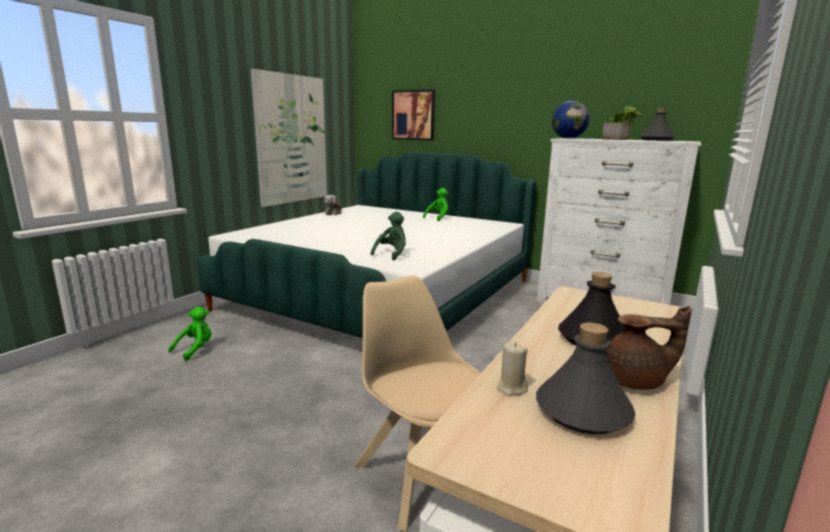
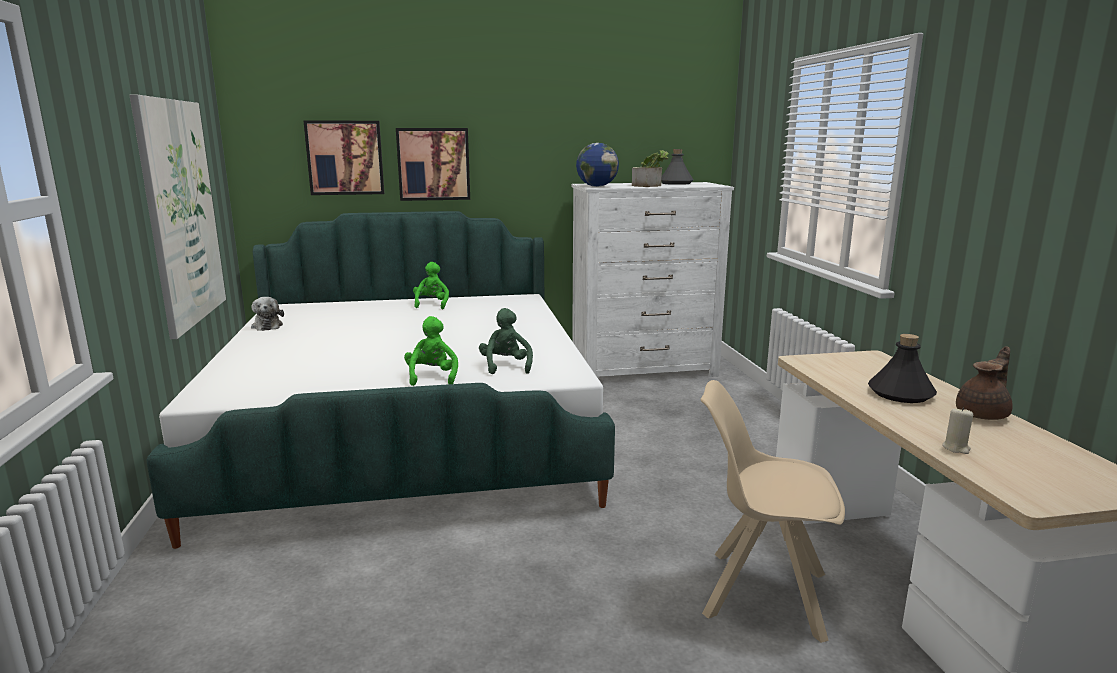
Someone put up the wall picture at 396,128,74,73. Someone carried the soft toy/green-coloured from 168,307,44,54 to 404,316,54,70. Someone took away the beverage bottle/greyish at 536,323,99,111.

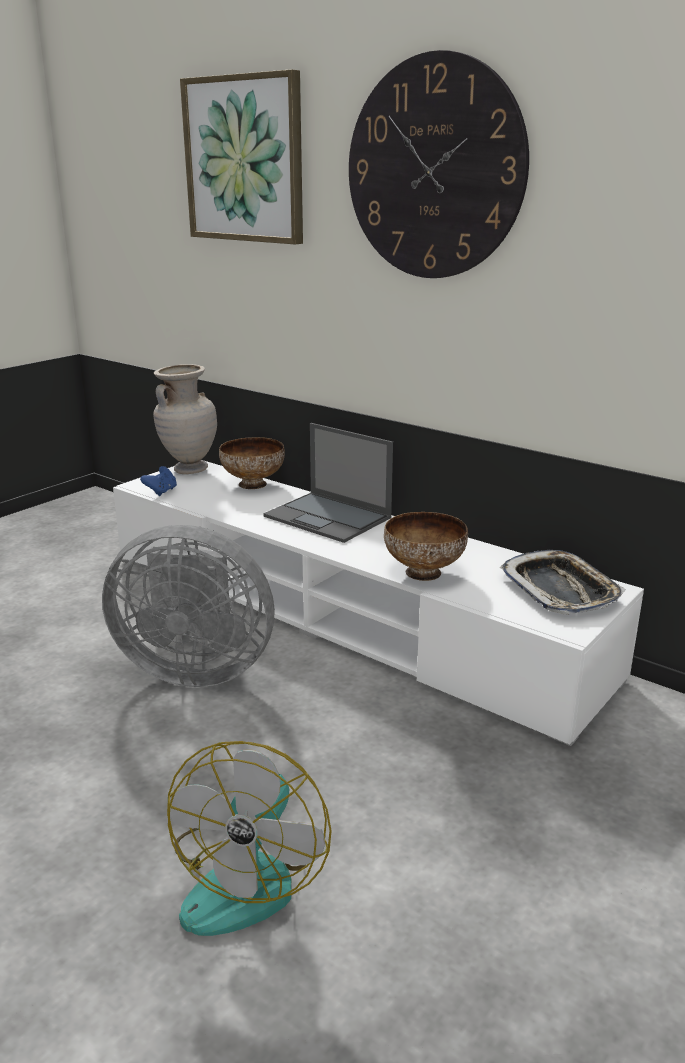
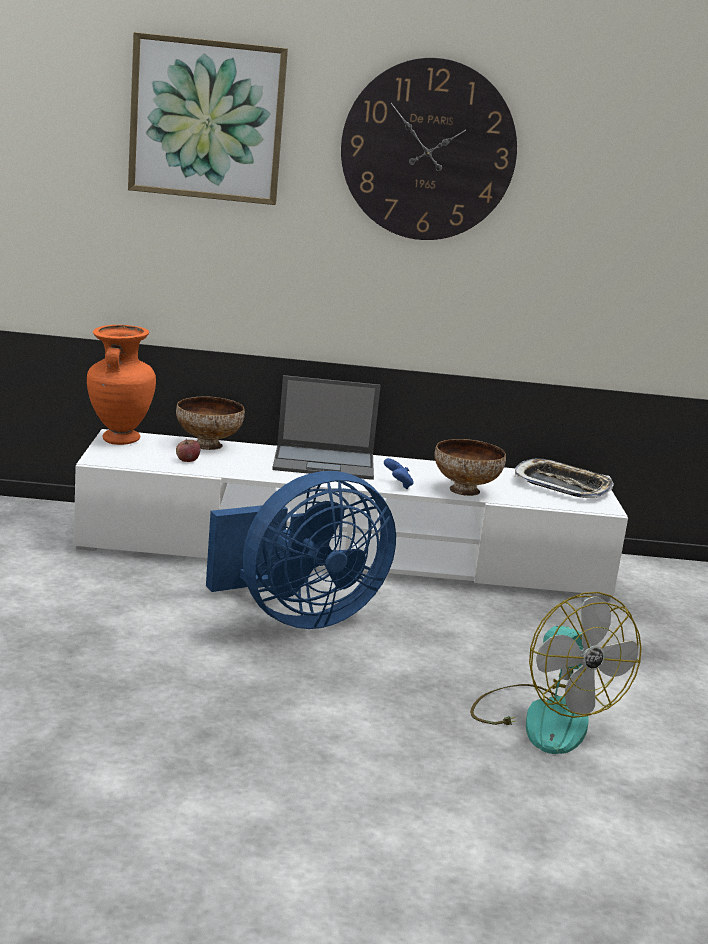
Someone repainted the flower vase/beige at 153,364,64,110, which became the flower vase/orange-coloured at 87,325,69,120. Someone put down the whole apple at 176,439,24,23. Someone repainted the cooling fan/greyish at 102,525,173,162, which became the cooling fan/blue-coloured at 206,471,190,158. Someone carried the game controller/blue-coloured from 140,466,37,30 to 384,458,30,31.

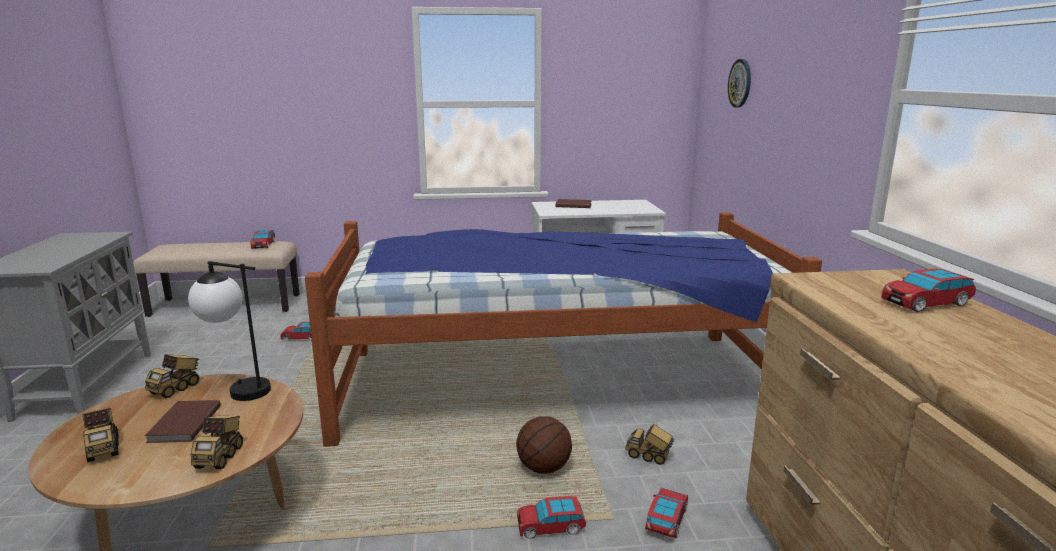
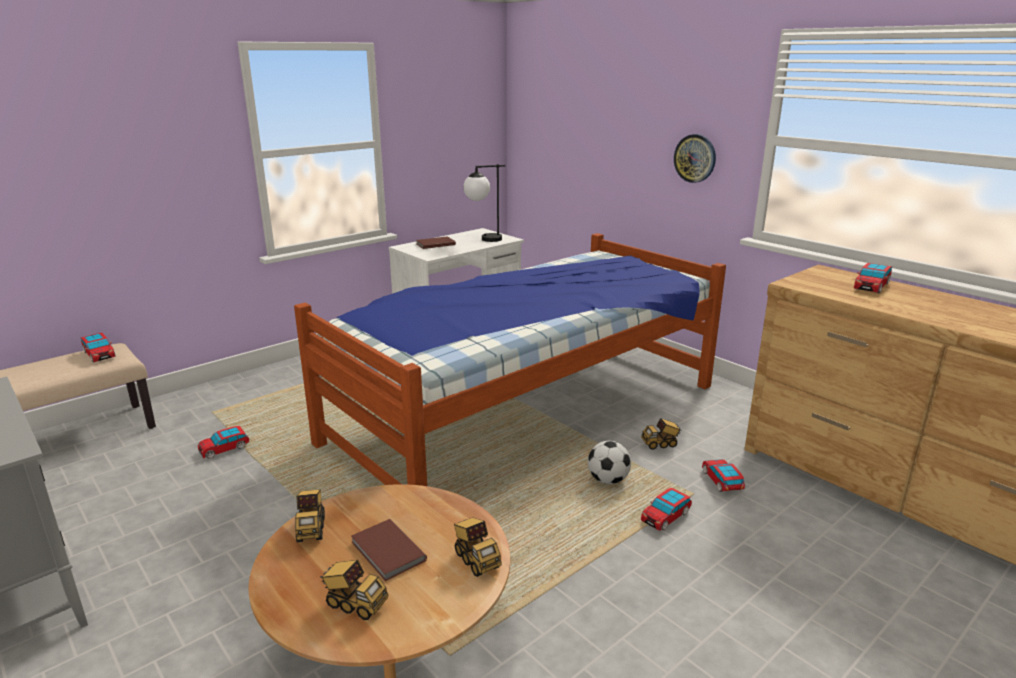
Someone carried the table lamp from 188,261,83,140 to 463,164,42,78. Someone swapped the basketball ball at 516,416,56,58 for the football at 588,441,43,43. Someone carried the wall clock from 728,59,23,49 to 674,134,42,49.

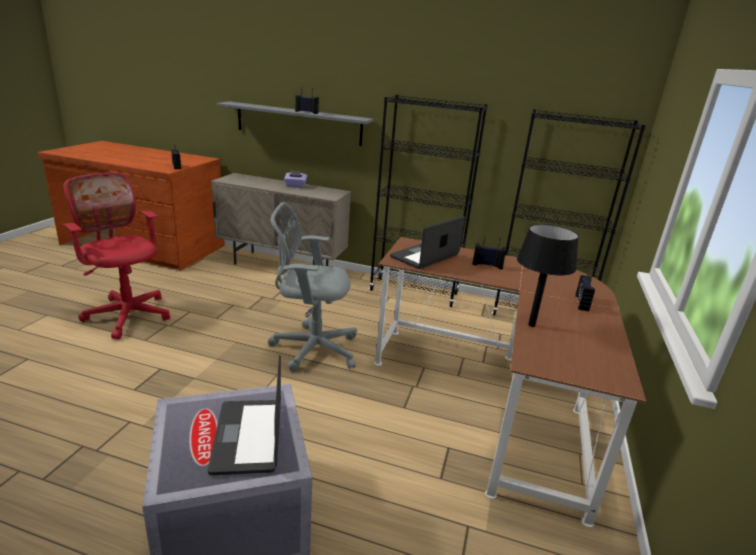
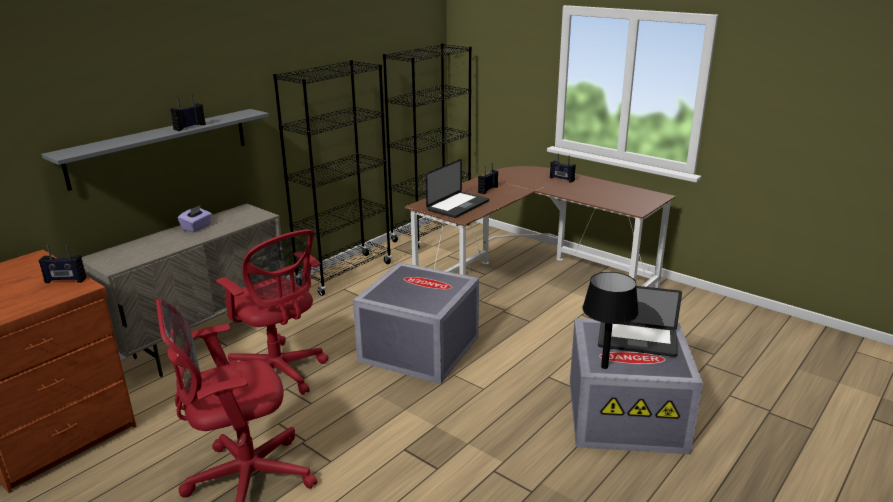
Someone put down the computer chair/red-coloured at 216,229,112,166. Someone swapped the computer chair/greyish at 268,202,89,169 for the storage bin/greyish at 353,262,126,122. Someone rotated the laptop at 390,216,75,53 by 120 degrees counterclockwise. Someone carried the table lamp/blackish from 517,224,62,103 to 583,272,56,97.

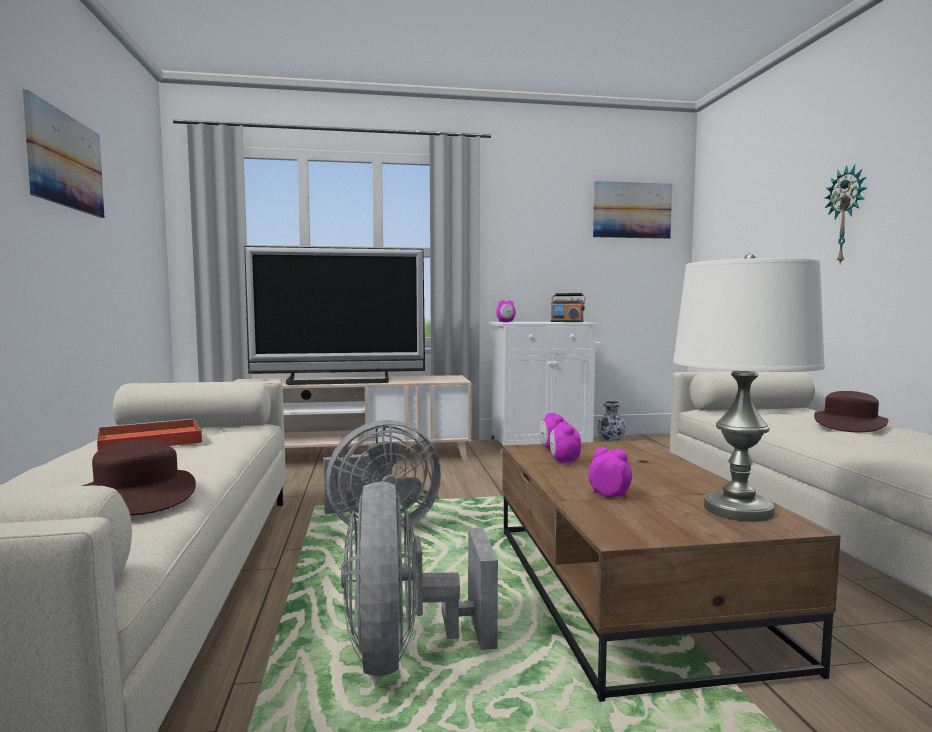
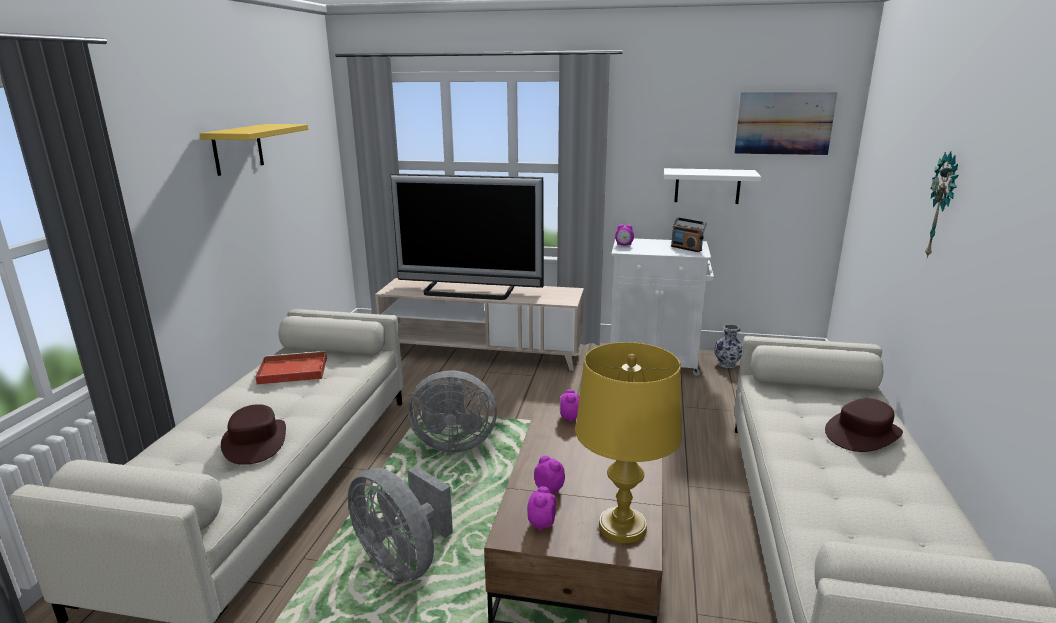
Someone swapped the wall picture at 23,89,81,129 for the shelf/yellow-coloured at 200,124,108,52. Someone rotated the cooling fan/greyish at 341,482,157,194 by 60 degrees counterclockwise. Someone carried the alarm clock from 550,422,31,42 to 527,486,29,45. Someone repainted the table lamp/whitish at 673,253,152,269, which became the table lamp/yellow-coloured at 575,342,107,201. Someone put up the shelf/whitish at 664,168,97,36.

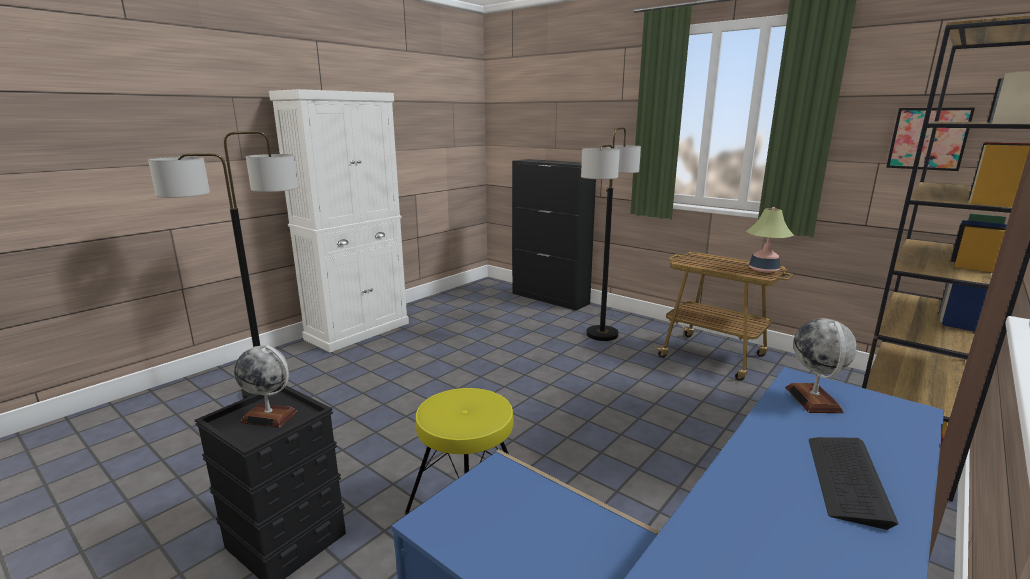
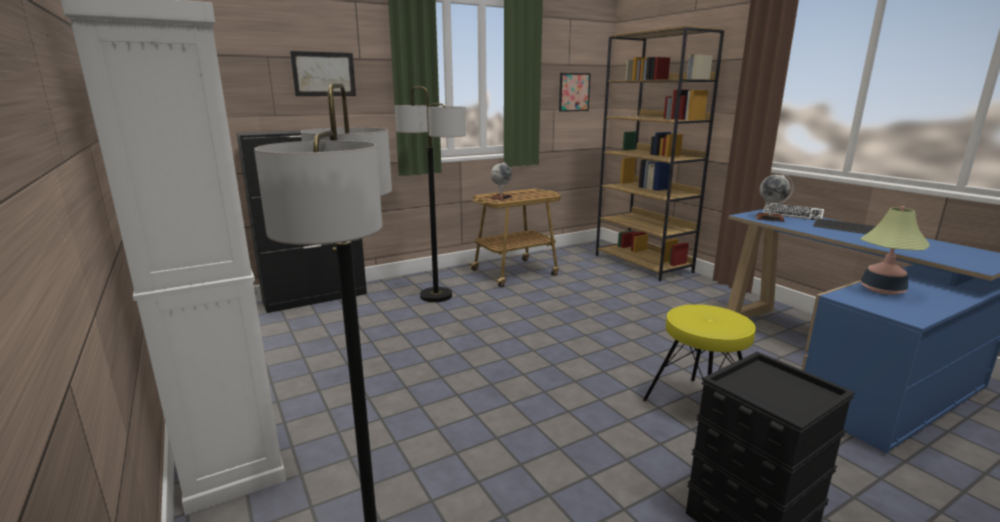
Someone put up the wall picture at 290,51,66,45. Someone carried the globe from 234,345,63,83 to 491,162,21,38. Someone put down the keyboard at 763,203,61,17. Someone carried the table lamp from 746,207,48,66 to 861,206,69,89.

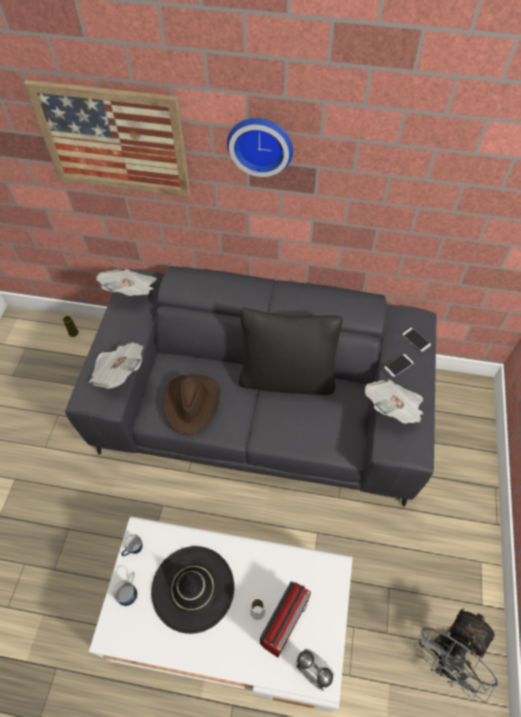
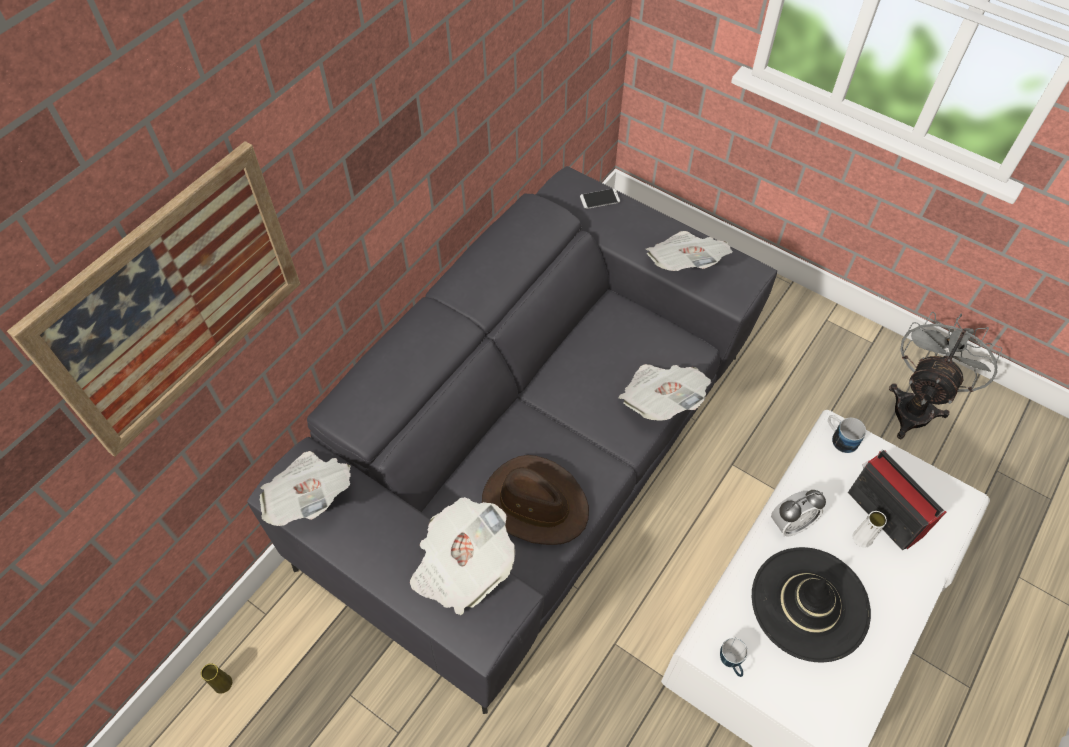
Someone put down the printed paper at 618,364,93,57. Someone carried the alarm clock from 295,649,39,42 to 771,490,55,46. Someone carried the tea mug from 113,572,24,34 to 828,415,38,38. Someone rotated the cooling fan/greyish at 414,608,85,94 by 120 degrees counterclockwise. Someone took away the wall clock at 227,118,66,59. Someone took away the throw pillow/blackish at 239,307,104,88. Someone took away the phone at 384,354,30,23.

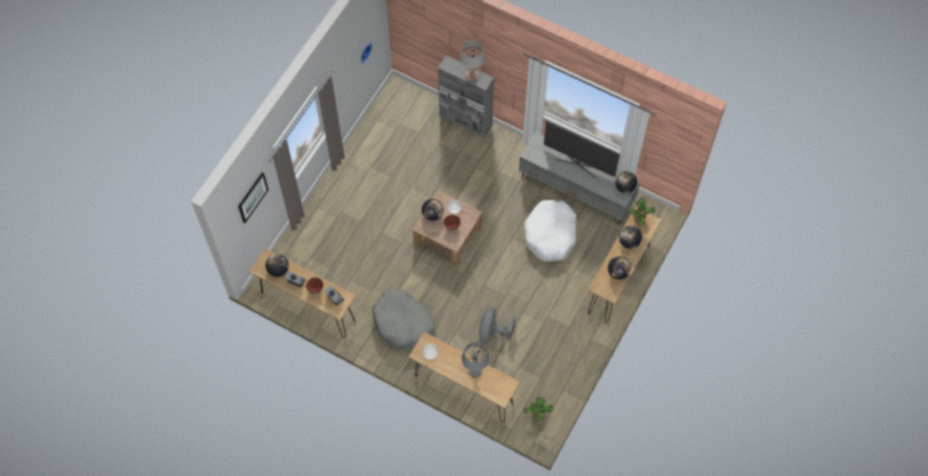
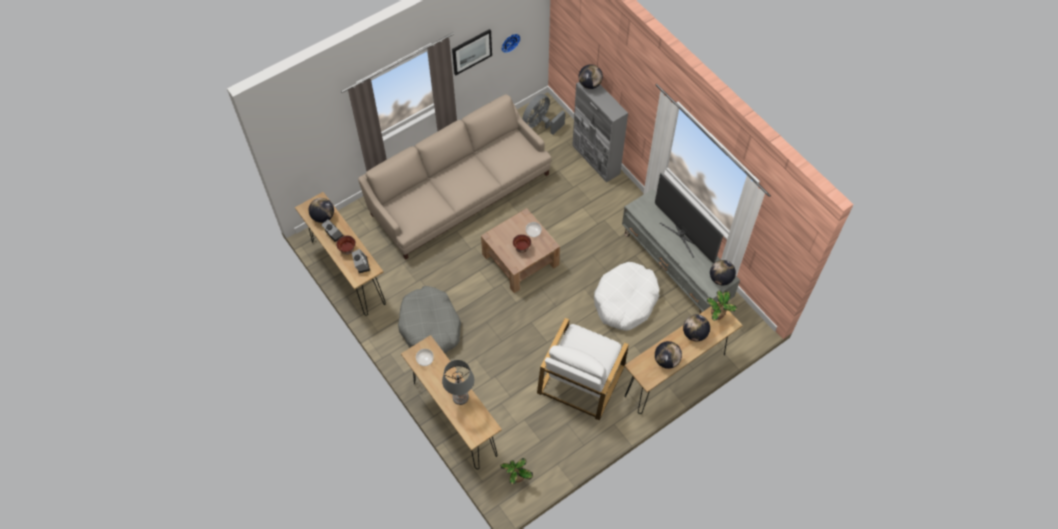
Someone put down the settee/beige at 358,94,194,166. Someone carried the wall picture from 238,172,31,51 to 452,29,40,46. Someone carried the cooling fan/greyish from 479,307,37,37 to 522,94,43,41. Someone put down the armchair/whitish at 537,318,92,102. Someone carried the globe from 422,199,22,22 to 579,64,24,25. Someone took away the table lamp/greyish at 460,40,25,42.

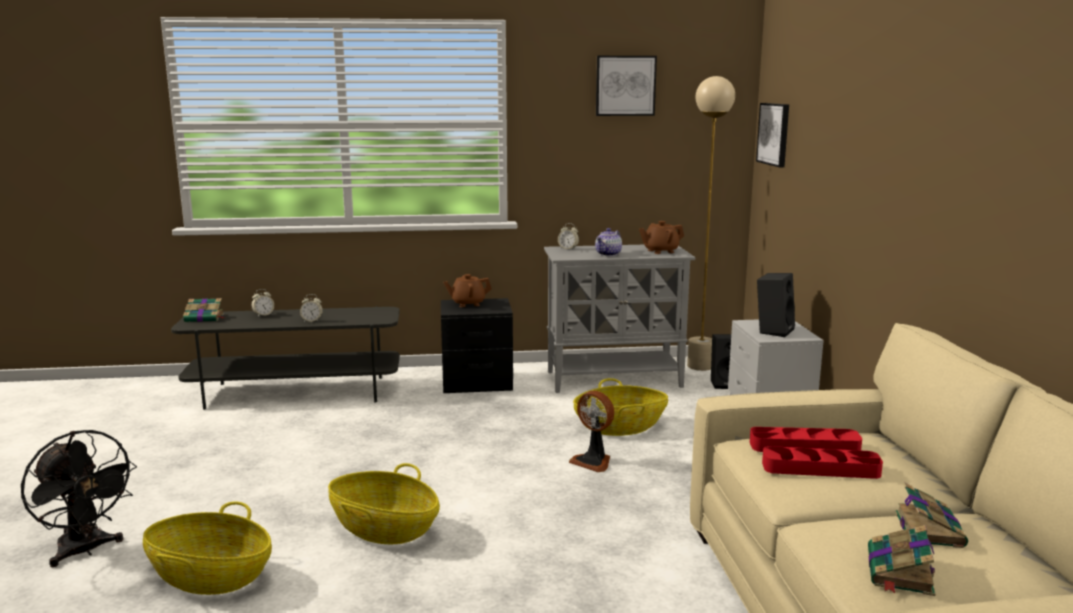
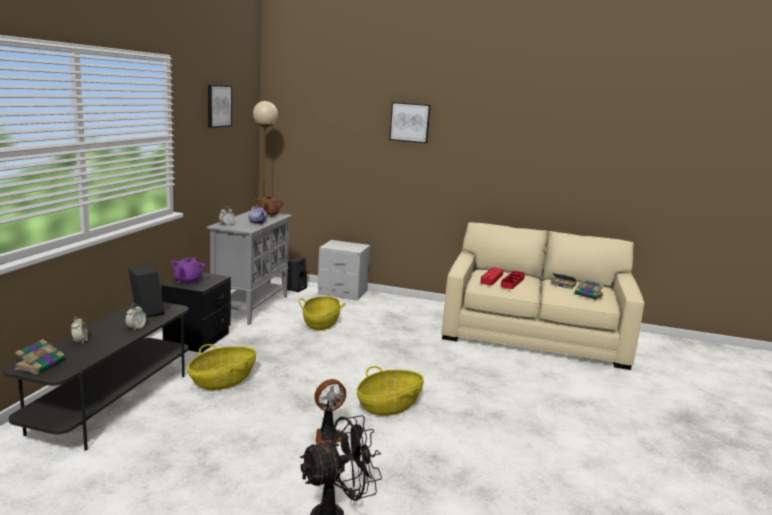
Someone carried the loudspeaker/blackish from 757,273,38,64 to 128,264,36,53. Someone repainted the pot for tea/brown at 443,274,49,33, which became the pot for tea/purplish at 170,257,35,27. Someone carried the basket from 143,501,129,94 to 187,344,69,46. Someone carried the cooling fan from 569,391,45,81 to 314,379,35,65. Someone carried the wall picture from 756,103,33,64 to 389,102,41,41.

